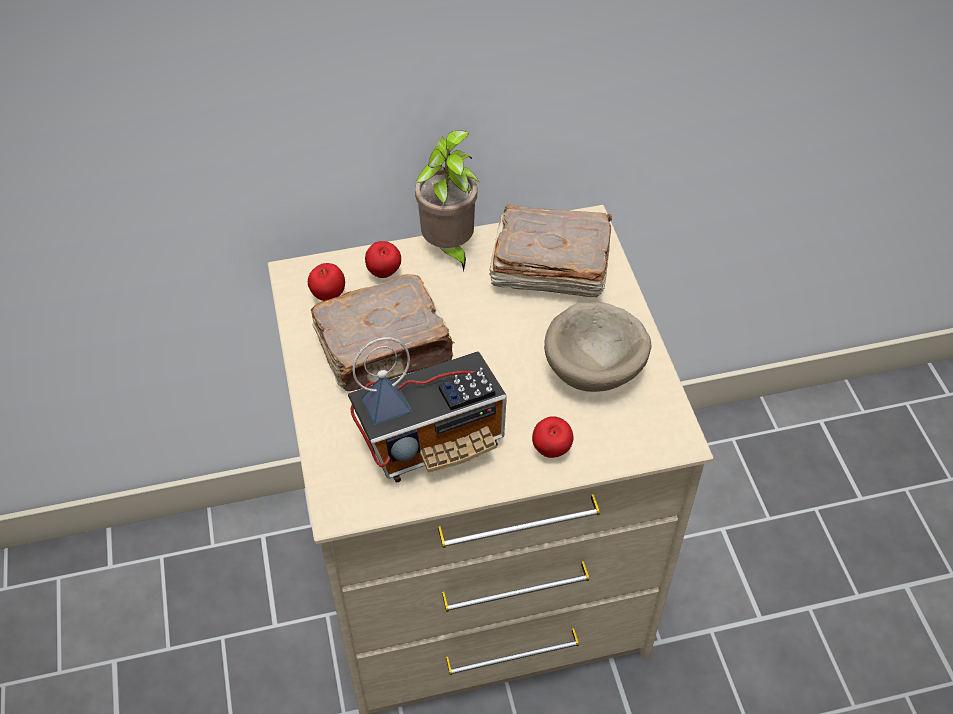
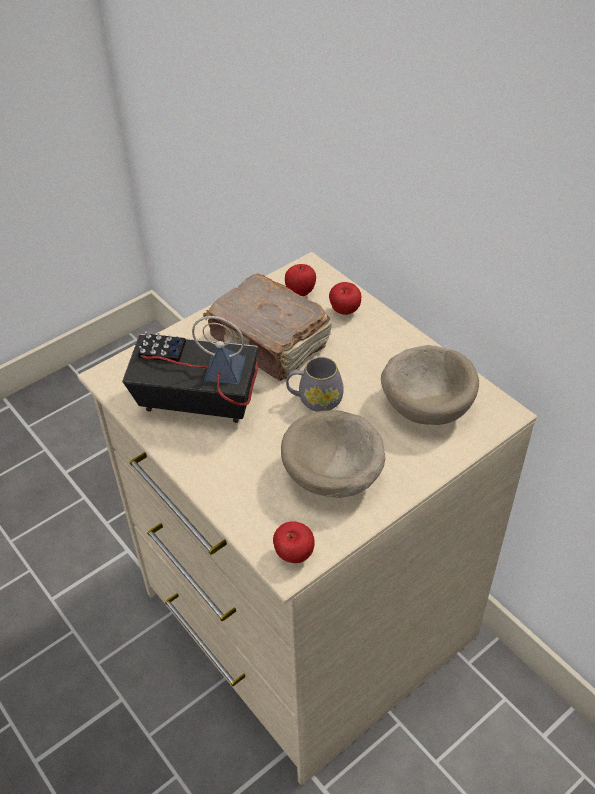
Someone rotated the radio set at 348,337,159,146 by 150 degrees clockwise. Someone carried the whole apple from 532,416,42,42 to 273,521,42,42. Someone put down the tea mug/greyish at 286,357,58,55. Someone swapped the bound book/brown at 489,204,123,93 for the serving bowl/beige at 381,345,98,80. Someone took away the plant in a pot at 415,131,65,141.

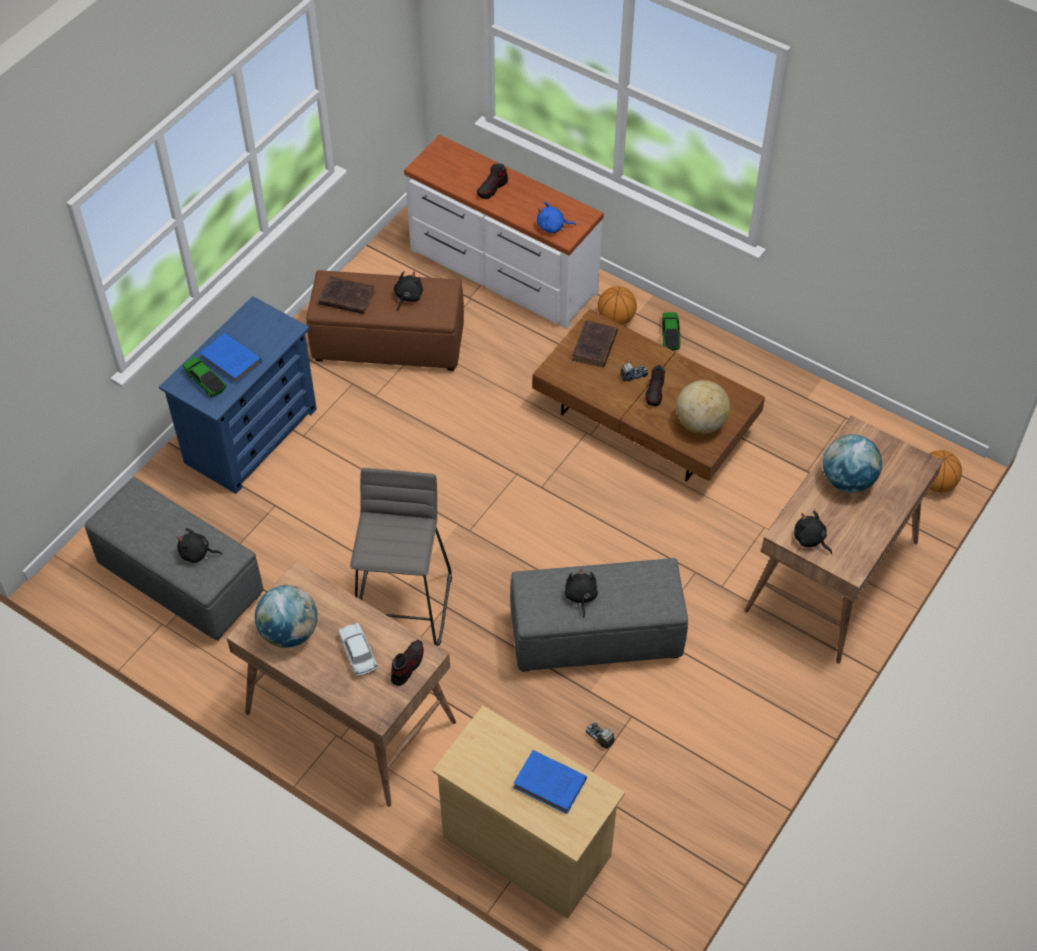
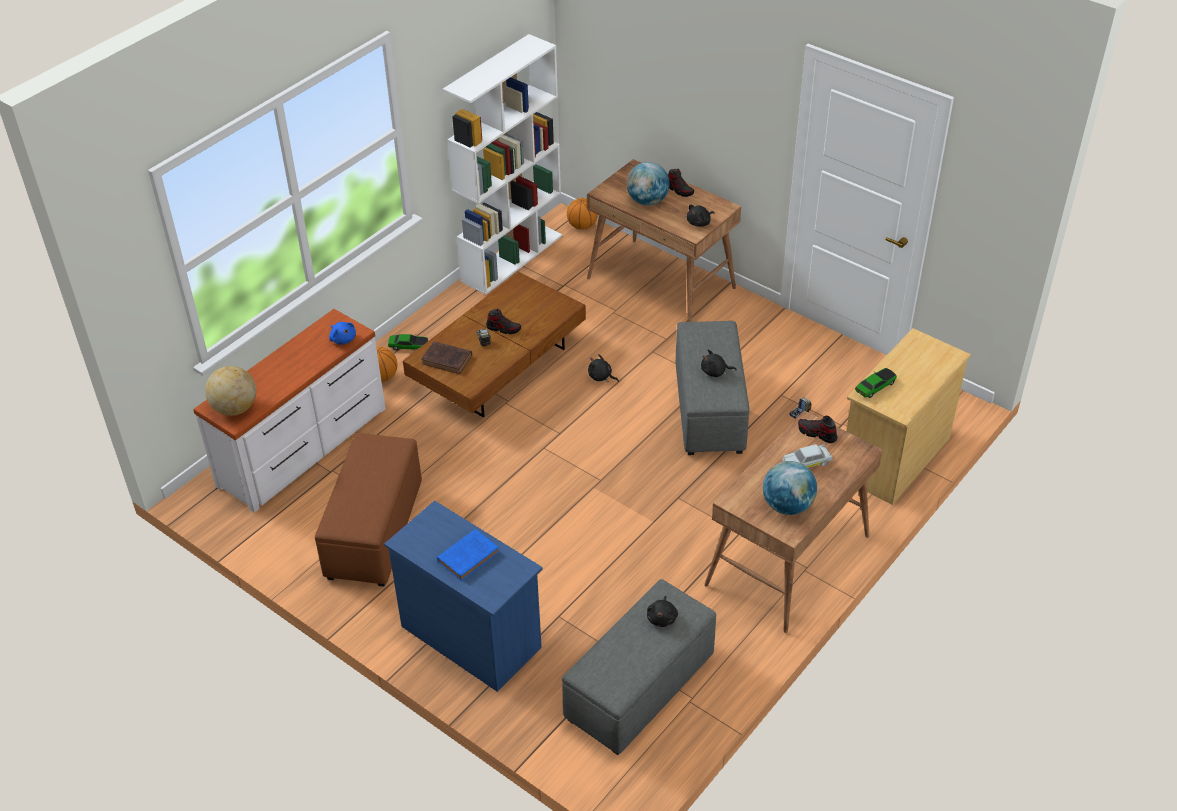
Someone carried the globe from 676,380,54,54 to 205,366,51,50. Someone rotated the soft toy/blue-coloured at 537,202,39,31 by 45 degrees counterclockwise. Someone put down the bookcase/whitish at 443,34,119,261. Someone carried the soft toy/blackish from 394,271,29,40 to 588,354,31,28. Someone carried the item of footwear from 477,164,31,35 to 668,169,26,28. Someone carried the miniature car from 183,357,43,40 to 855,368,42,30. Someone took away the bound book/brown at 318,276,57,38. Someone took away the stool seat/greyish at 350,468,102,178. Someone took away the bound book/blue-coloured at 513,750,74,64.

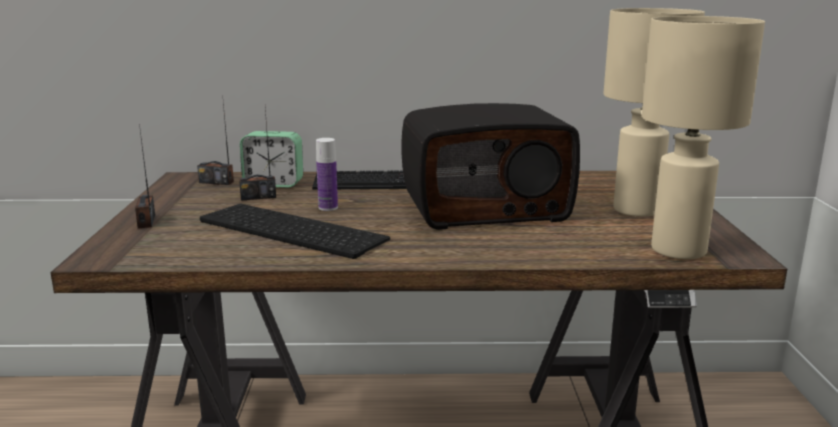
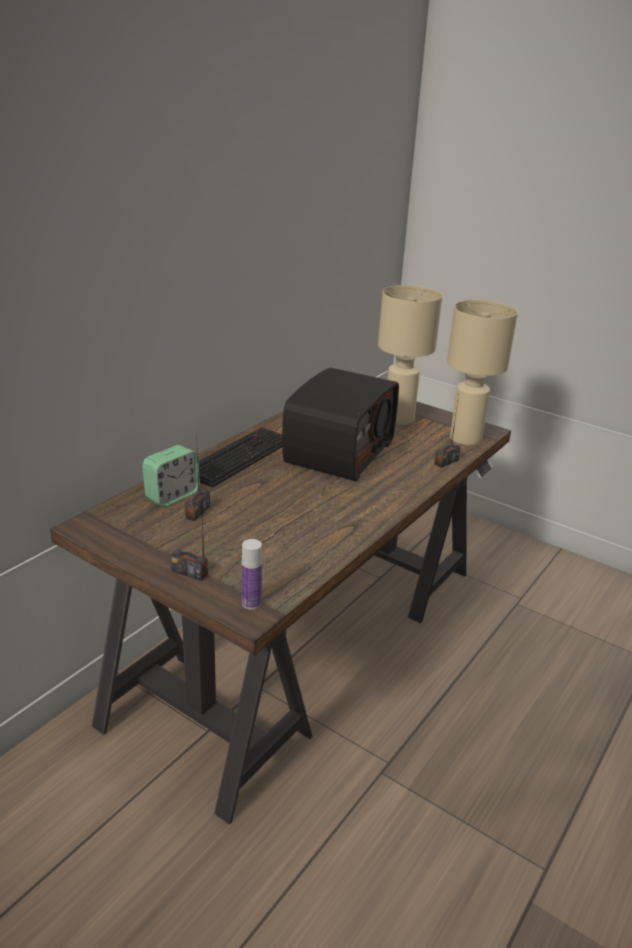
Someone carried the beverage bottle from 316,138,22,73 to 242,539,20,71. Someone carried the radio set from 197,103,37,82 to 434,396,27,72. Someone took away the keyboard at 200,204,190,55.

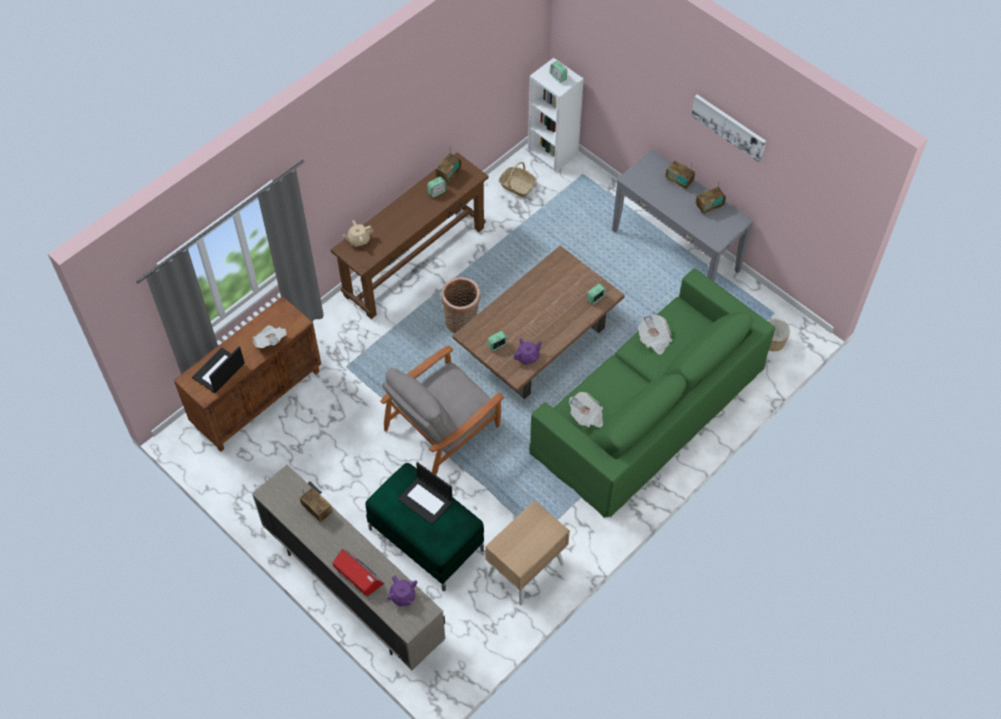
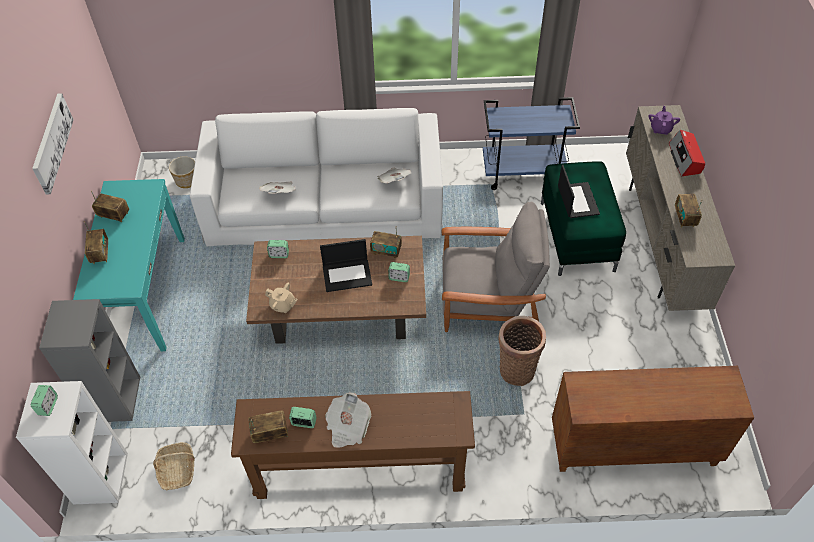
Someone put down the bookcase/greyish at 39,299,101,123. Someone repainted the console table/greyish at 612,149,142,132, which became the console table/turquoise-coloured at 73,179,112,172. Someone repainted the settee/green-coloured at 529,268,246,250, which became the settee/whitish at 190,108,253,138. Someone carried the pot for tea/beige from 343,220,30,27 to 265,283,33,30. Someone carried the laptop from 192,347,53,46 to 320,239,52,53. Someone carried the printed paper from 253,325,34,23 to 325,393,46,55. Someone swapped the pot for tea/purplish at 514,338,28,27 for the radio set at 370,230,32,28. Someone swapped the bedside table/beige at 485,500,85,105 for the wheeled cart/blue-coloured at 483,97,97,93. Someone carried the basket from 441,277,40,56 to 498,316,48,70.

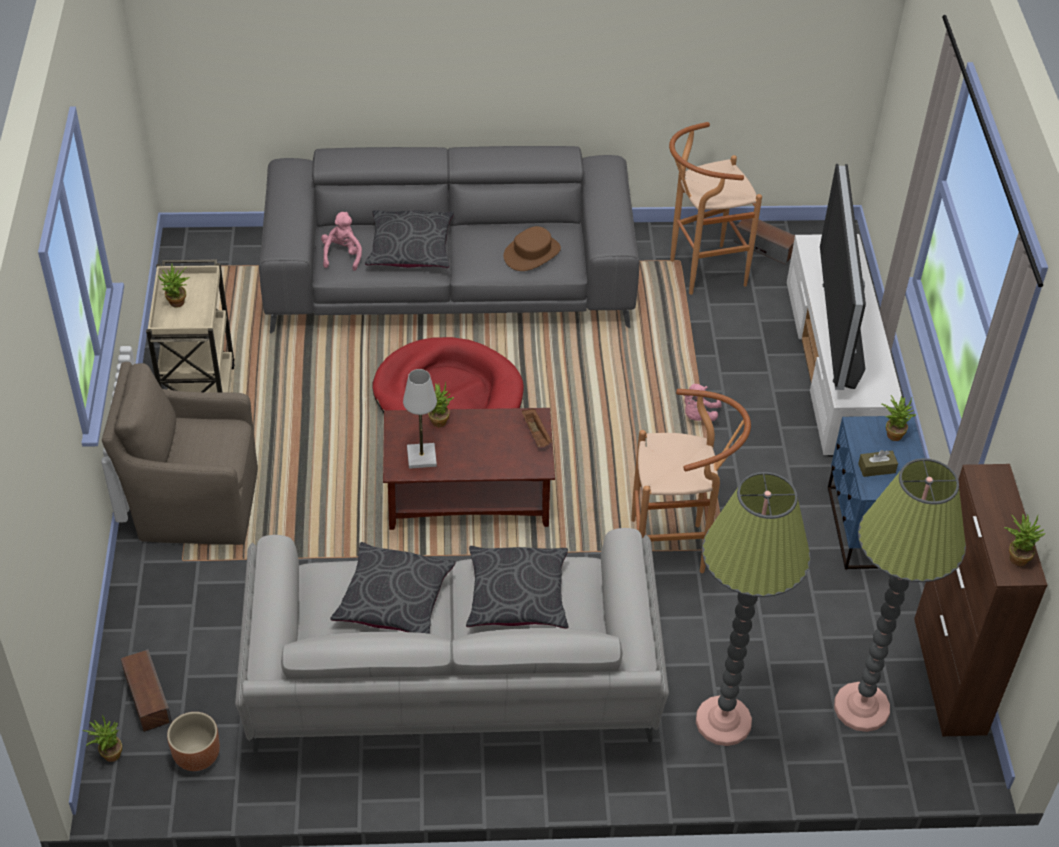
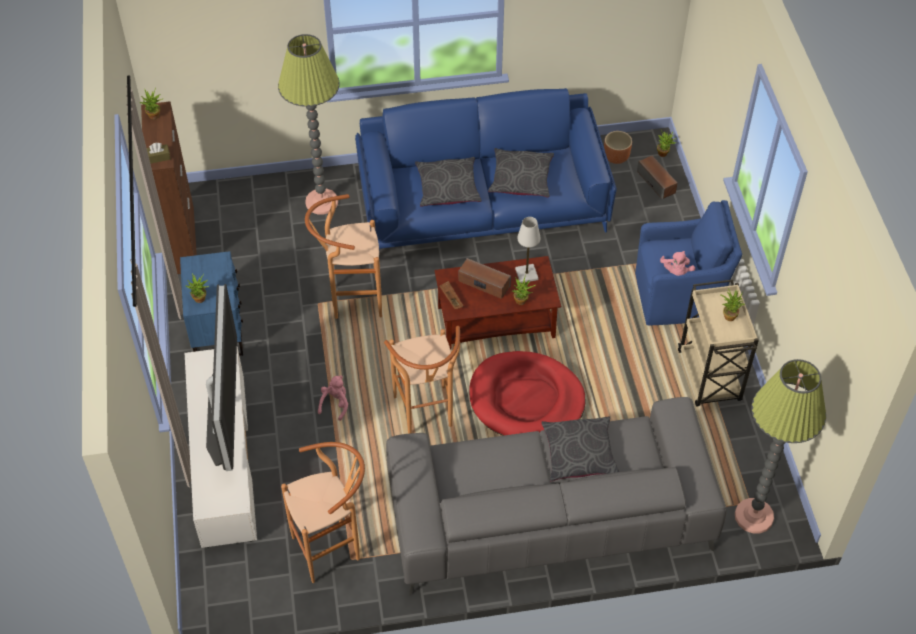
Someone carried the box of tissues/brown from 858,450,40,27 to 147,143,24,21. Someone repainted the settee/greyish at 235,528,434,225, which became the settee/blue-coloured at 355,88,262,161. Someone put down the stool seat/brown at 384,326,76,108. Someone carried the loudspeaker from 733,218,62,47 to 459,258,52,41. Someone repainted the armchair/brown at 102,362,156,183, which became the armchair/blue-coloured at 635,200,107,126. Someone carried the soft toy/pinkish from 321,212,41,59 to 660,251,35,25. Someone carried the floor lamp from 834,458,132,274 to 735,359,91,175. Someone took away the wearable hat/brown at 504,226,57,45.

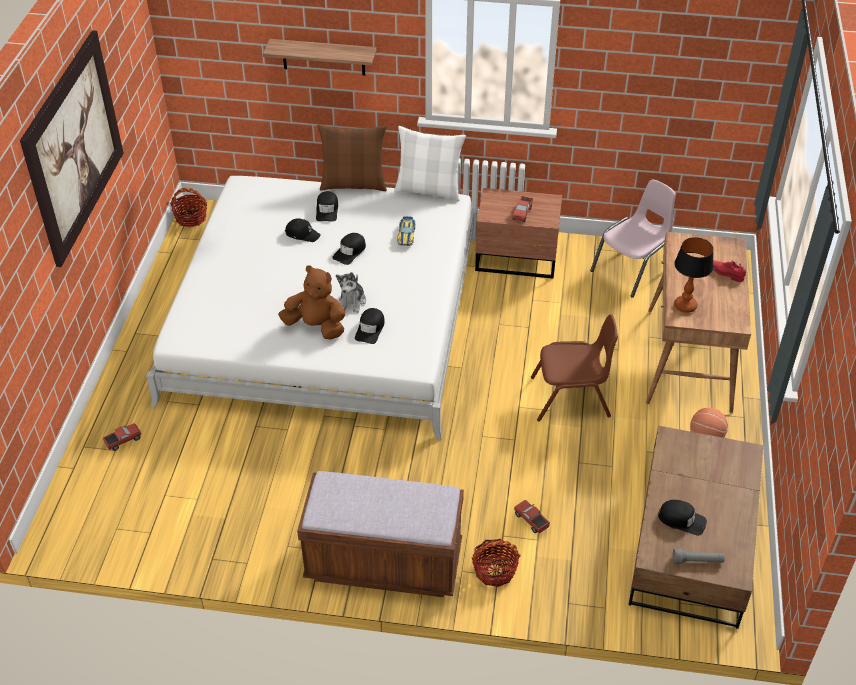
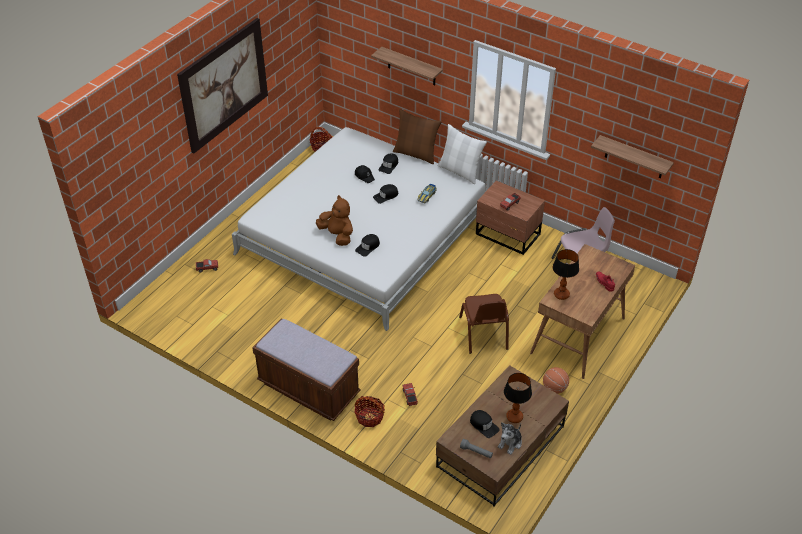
Someone rotated the plain chair/brown at 531,314,87,108 by 60 degrees clockwise. Someone carried the soft toy from 336,272,30,41 to 498,422,24,33. Someone put down the table lamp at 504,373,28,50. Someone put up the shelf at 591,135,83,43.

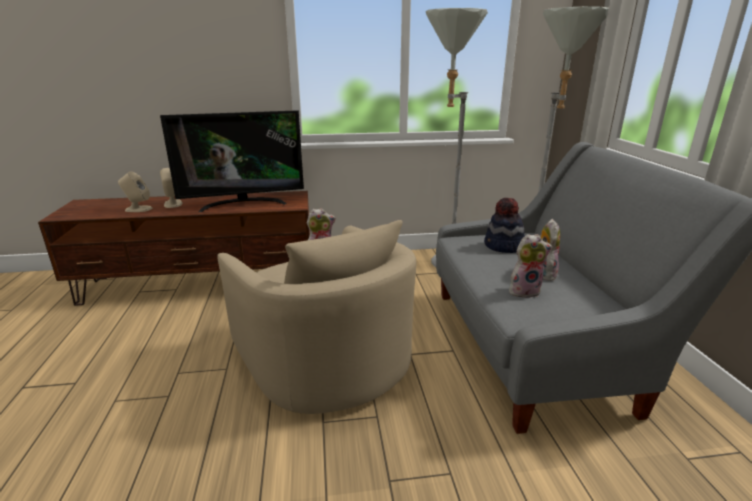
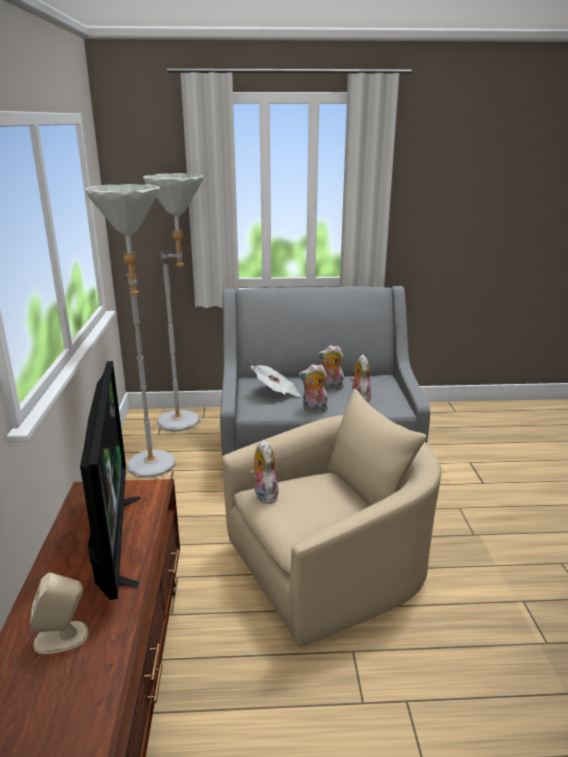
Someone swapped the wearable hat at 484,198,41,55 for the printed paper at 251,365,49,32. Someone put down the soft toy at 299,364,30,48. Someone took away the loudspeaker/beige at 118,172,34,40.

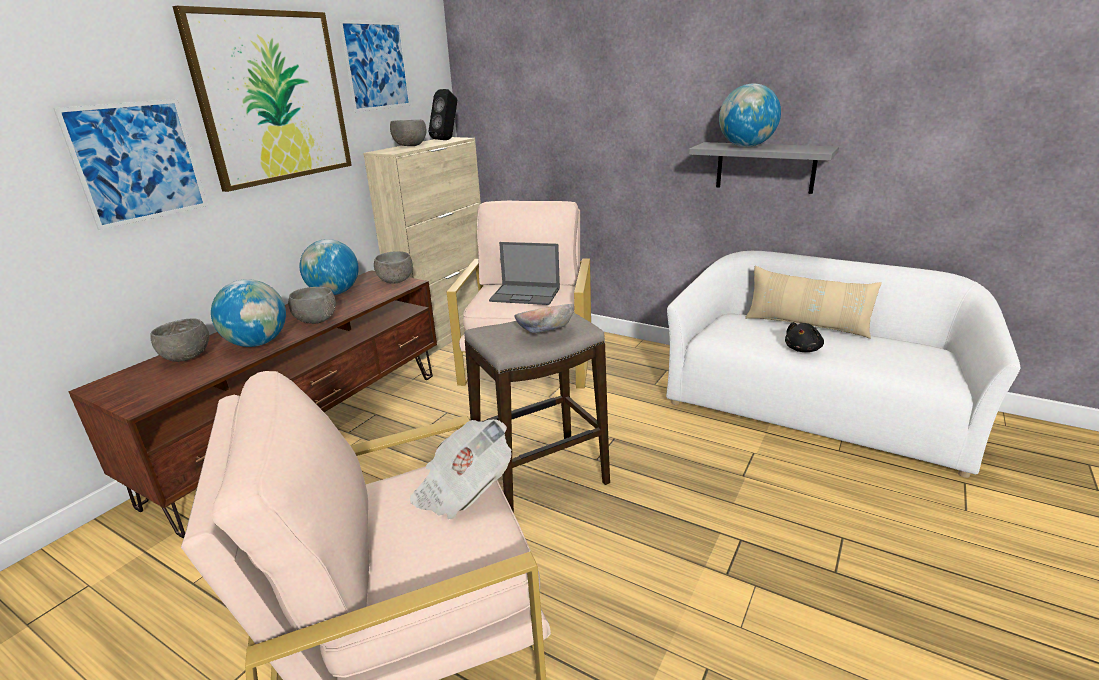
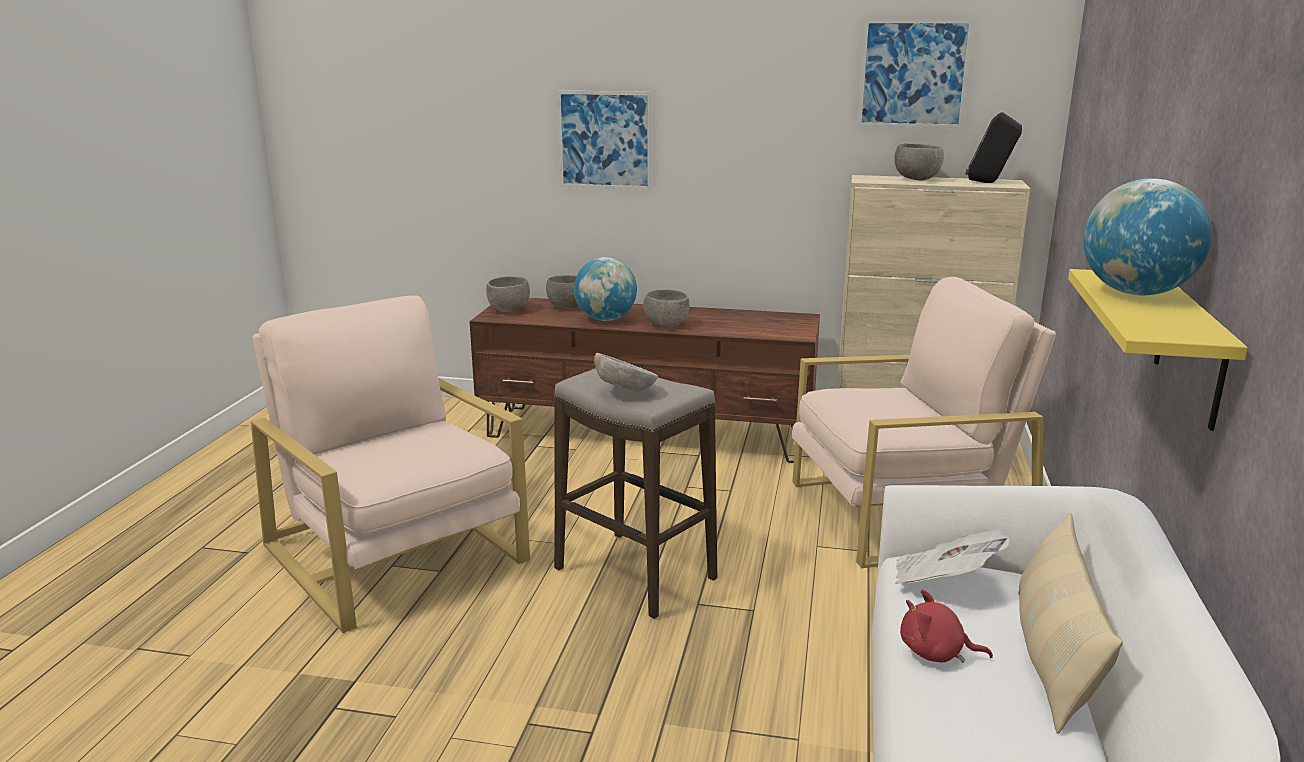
Someone carried the serving bowl/greyish from 374,251,39,33 to 486,276,44,36. Someone carried the printed paper from 410,419,102,100 to 895,530,115,54. Someone repainted the soft toy/blackish at 785,322,39,30, which became the soft toy/red-coloured at 900,589,93,74. Someone repainted the shelf/greyish at 689,142,150,52, which became the shelf/yellow-coloured at 1068,269,180,162. Someone took away the wall picture at 172,6,180,186. Someone took away the globe at 300,239,59,56. Someone took away the laptop at 489,242,71,63.

